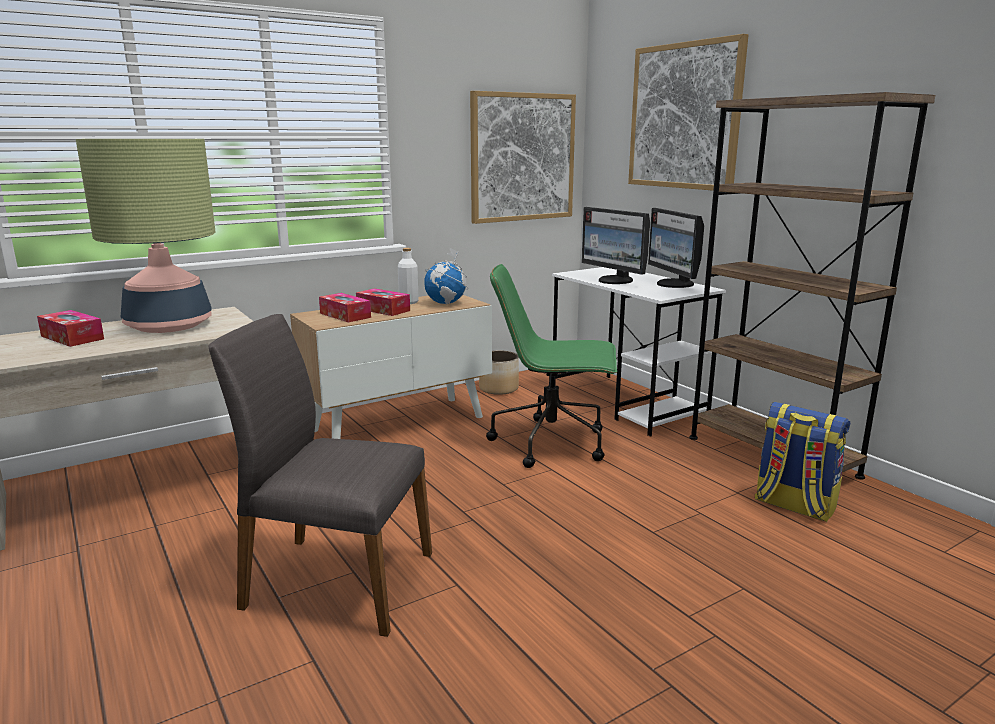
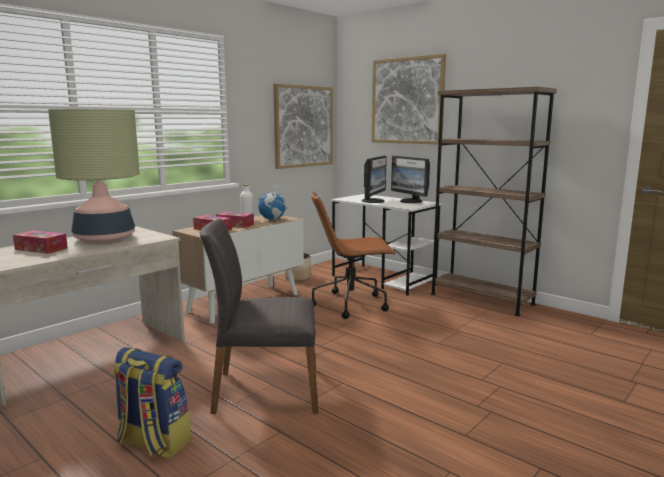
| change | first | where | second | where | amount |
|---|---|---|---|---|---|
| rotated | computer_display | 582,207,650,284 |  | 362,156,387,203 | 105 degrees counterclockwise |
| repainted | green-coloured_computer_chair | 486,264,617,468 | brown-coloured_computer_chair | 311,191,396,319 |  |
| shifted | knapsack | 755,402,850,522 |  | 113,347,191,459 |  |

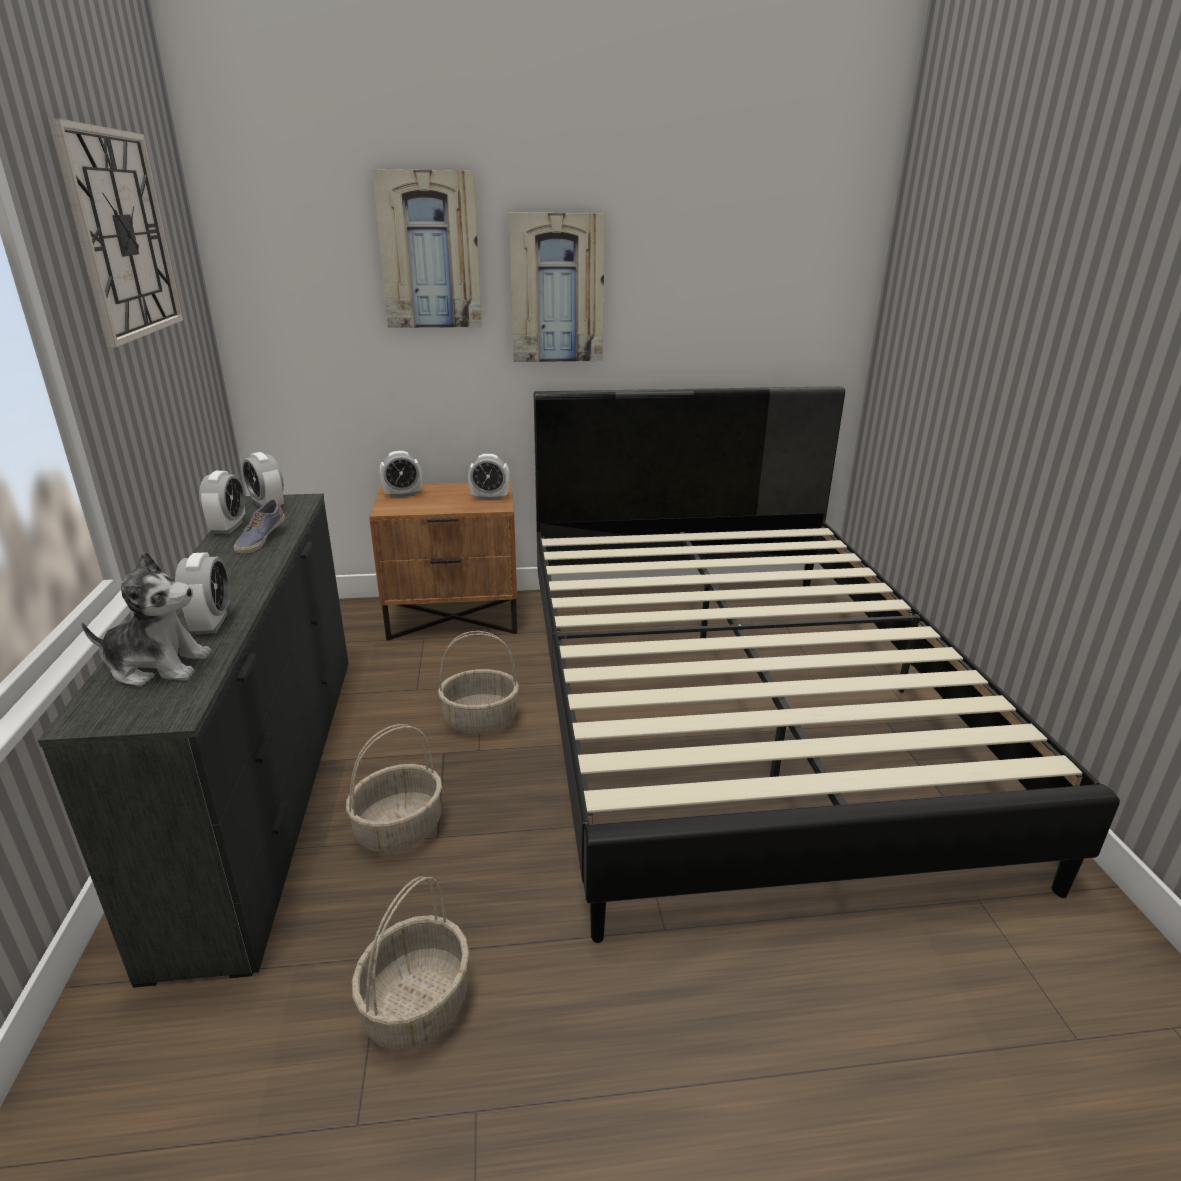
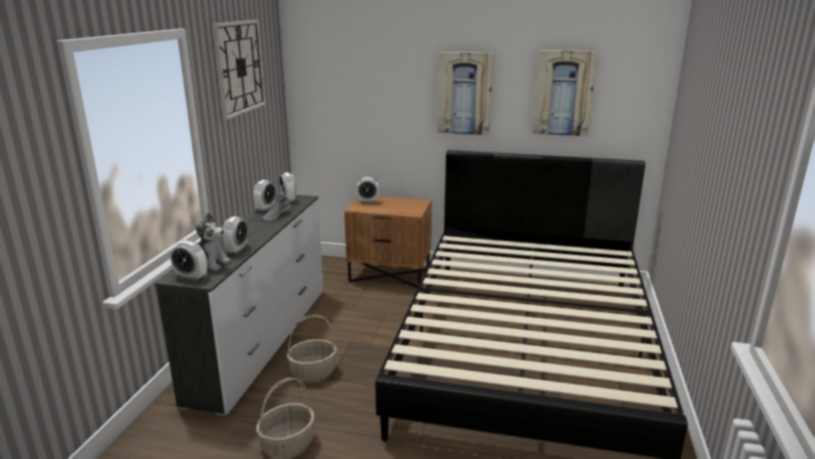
| change | first | where | second | where | amount |
|---|---|---|---|---|---|
| shifted | wall_picture | 372,169,482,328 |  | 532,50,597,136 |  |
| shifted | alarm_clock | 468,454,510,500 |  | 170,241,207,281 |  |
| repainted | blackish_dresser | 38,494,349,988 | white-coloured_dresser | 155,193,323,416 |  |
| gone | storage_basket | 438,631,519,734 |  |  |  |

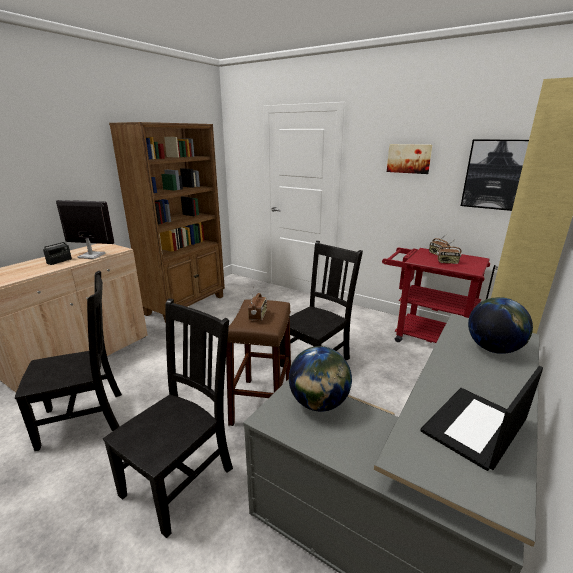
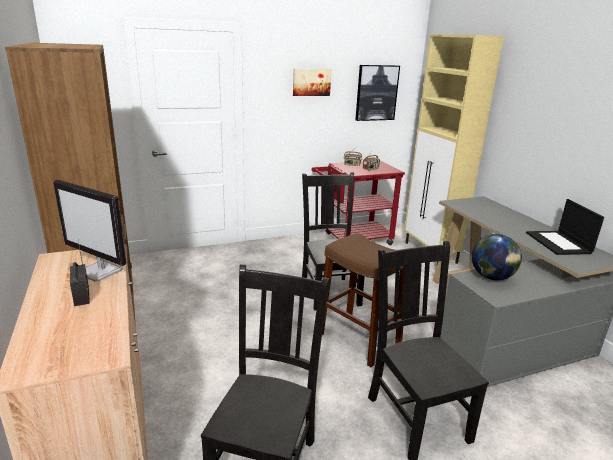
| change | first | where | second | where | amount |
|---|---|---|---|---|---|
| rotated | computer_display | 56,200,115,259 |  | 53,180,127,282 | 105 degrees counterclockwise |
| gone | radio | 248,288,267,321 |  |  |  |
| gone | globe | 468,297,533,354 |  |  |  |

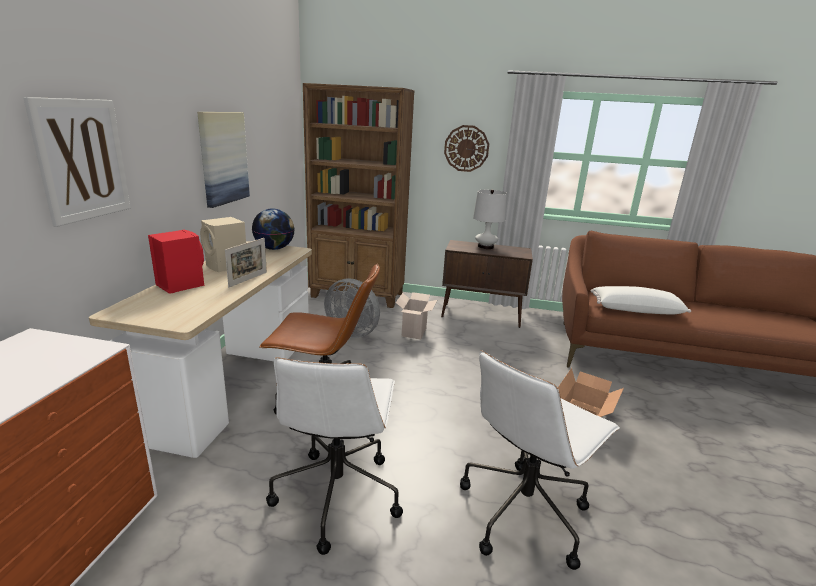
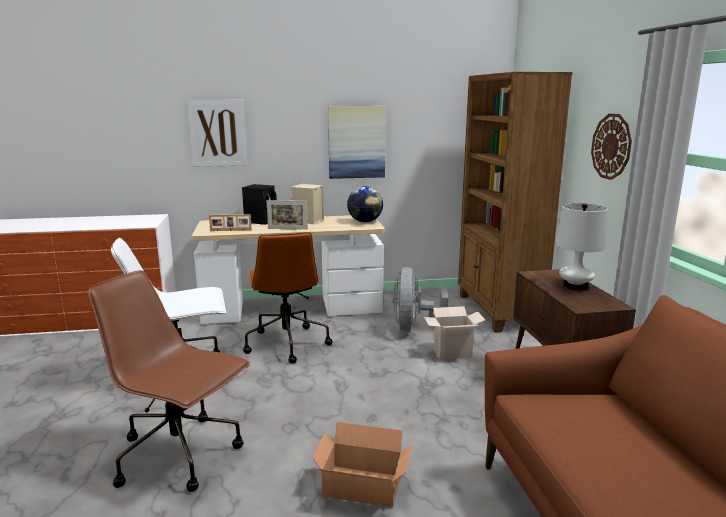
| change | first | where | second | where | amount |
|---|---|---|---|---|---|
| repainted | red-coloured_loudspeaker | 148,230,204,294 | blackish_loudspeaker | 242,184,277,225 |  |
| gone | white-coloured_throw_pillow | 591,286,691,314 |  |  |  |
| repainted | white-coloured_computer_chair | 460,350,620,570 | brown-coloured_computer_chair | 88,270,250,492 |  |
| new |  |  | photo_frame | 209,214,252,231 |  |

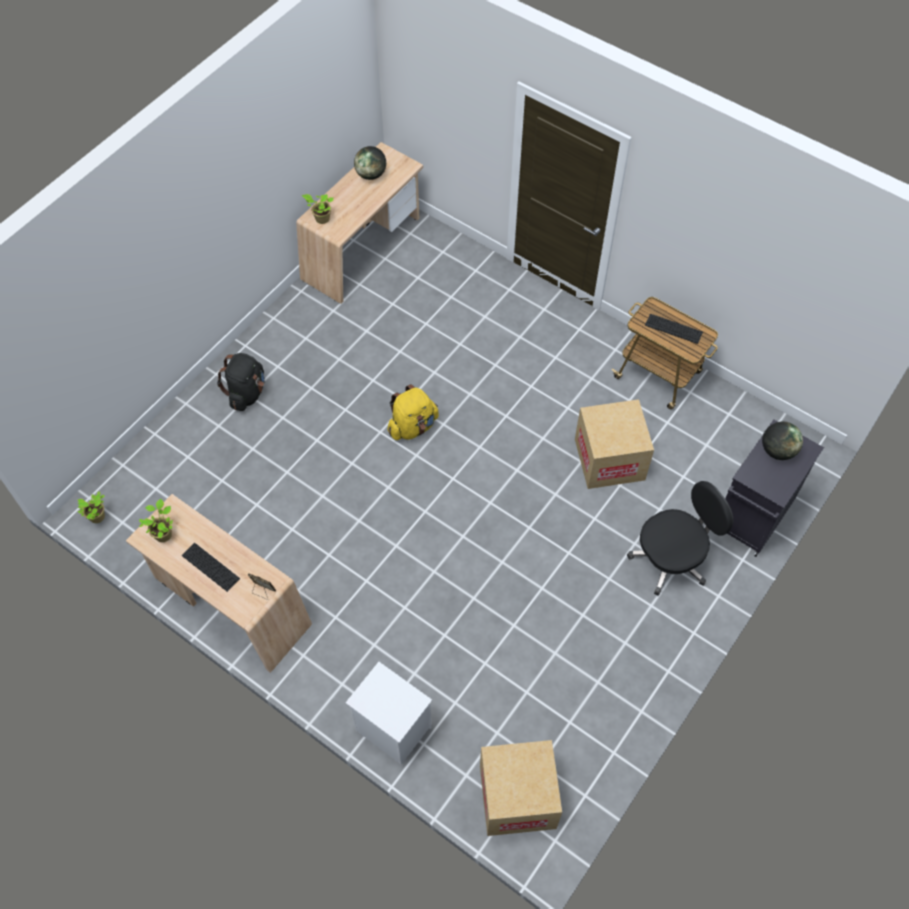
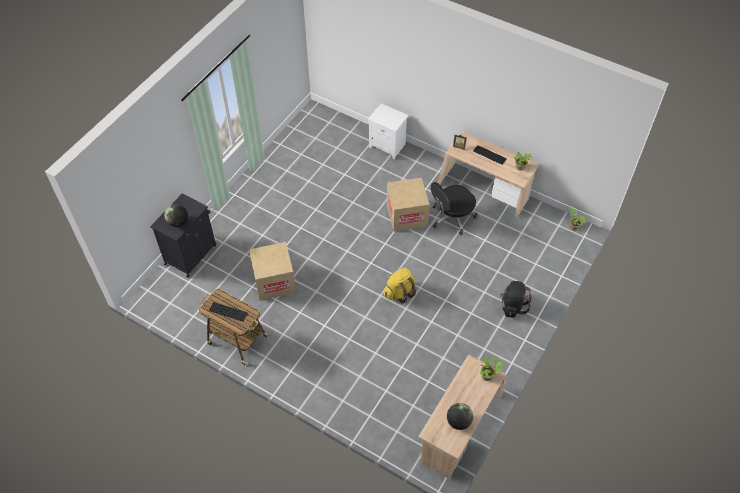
| change | first | where | second | where | amount |
|---|---|---|---|---|---|
| shifted | blackish_computer_chair | 627,481,733,596 |  | 431,182,478,236 |  |
| shifted | carton | 480,740,562,836 |  | 387,178,430,231 |  |

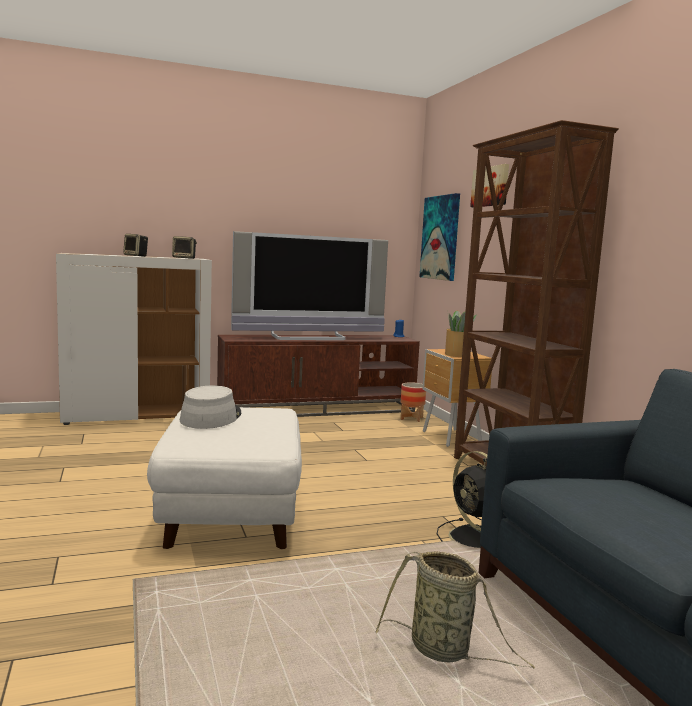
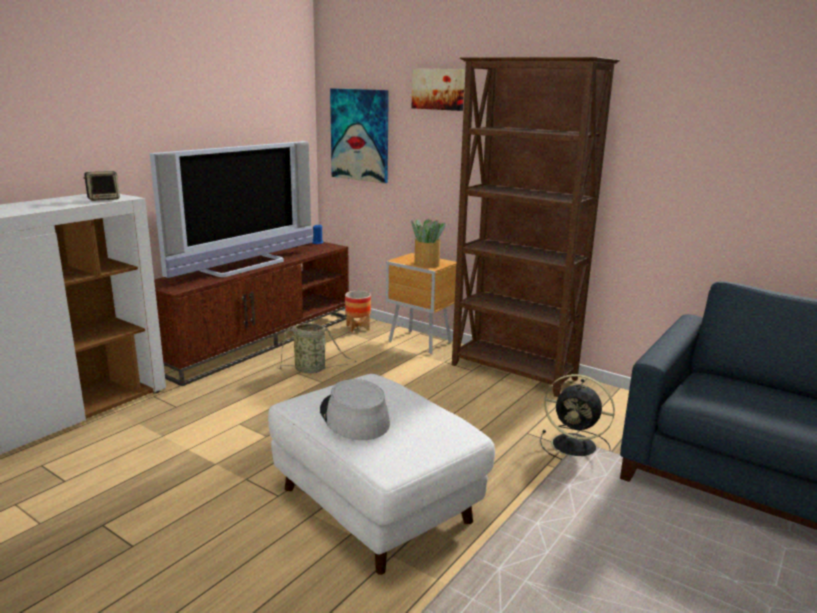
| change | first | where | second | where | amount |
|---|---|---|---|---|---|
| gone | loudspeaker | 123,234,148,257 |  |  |  |
| shifted | storage_basket | 376,551,535,669 |  | 277,323,357,373 |  |

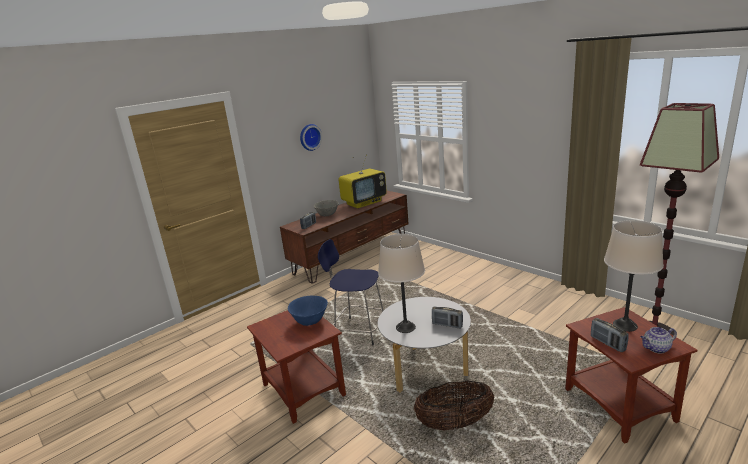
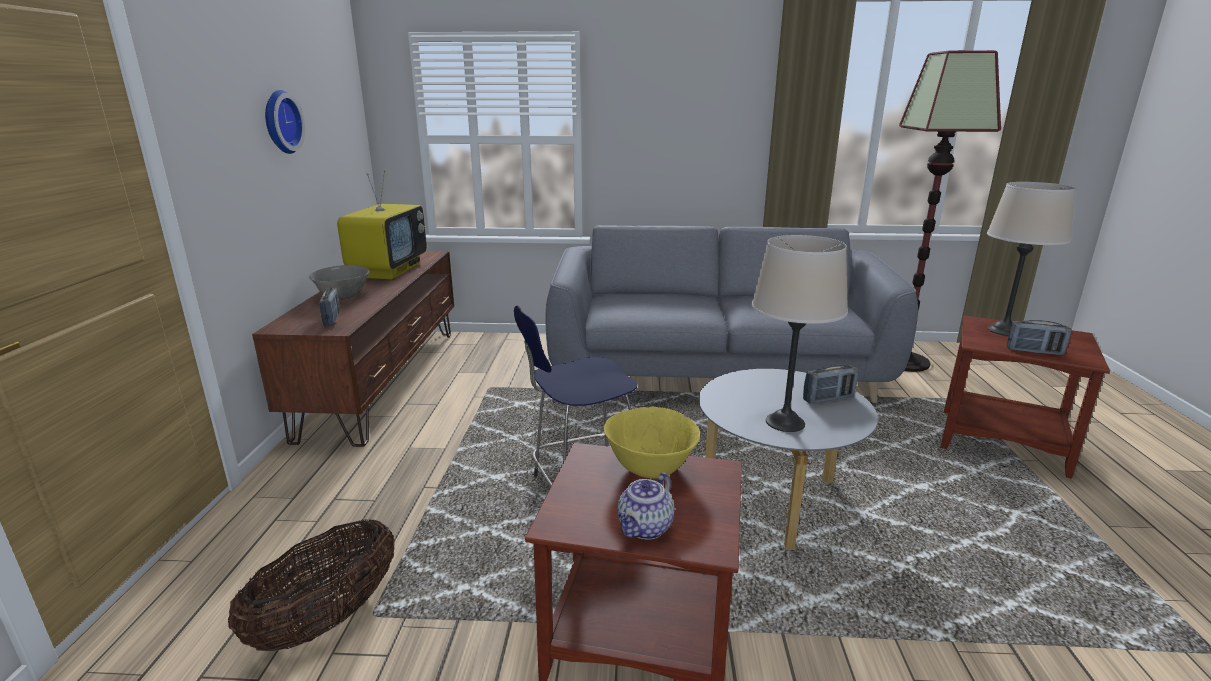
| change | first | where | second | where | amount |
|---|---|---|---|---|---|
| repainted | blue_deep_dish | 288,295,328,326 | yellow_deep_dish | 604,407,700,479 |  |
| shifted | pot_for_tea | 640,327,677,354 |  | 618,473,675,539 |  |
| shifted | storage_basket | 414,380,494,430 |  | 228,519,395,651 |  |
| new |  |  | gray_settee | 546,225,918,403 |  |

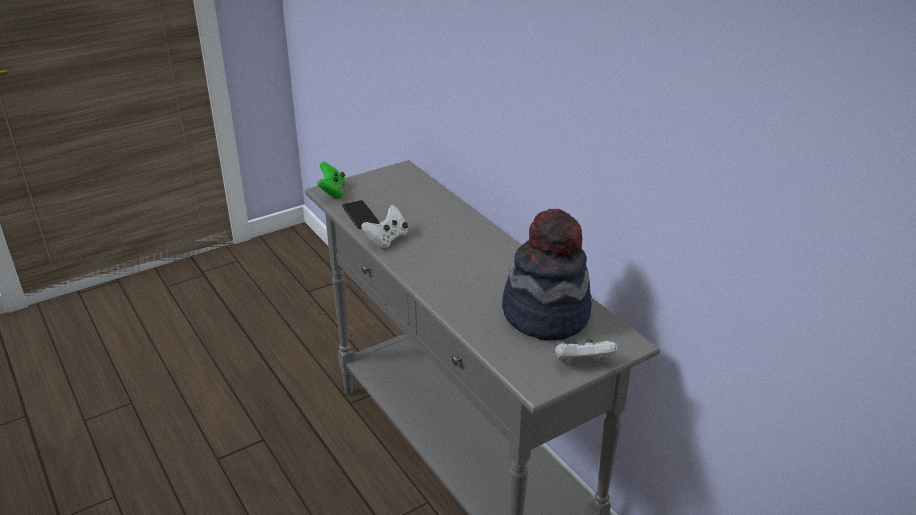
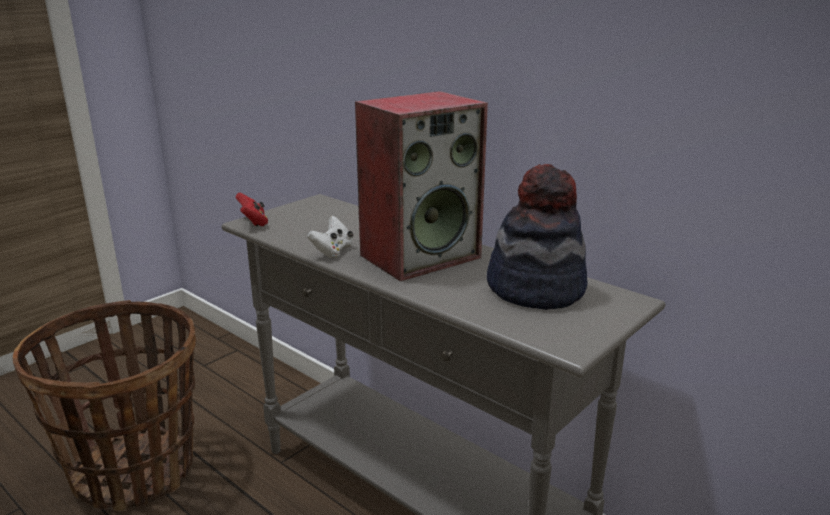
| change | first | where | second | where | amount |
|---|---|---|---|---|---|
| repainted | green-coloured_gamepad | 317,162,345,198 | red-coloured_gamepad | 236,193,268,226 |  |
| gone | handset | 342,200,379,229 |  |  |  |
| gone | white-coloured_gamepad | 555,340,617,364 |  |  |  |
| new |  |  | loudspeaker | 355,91,488,281 |  |
| new |  |  | storage_basket | 13,300,196,512 |  |

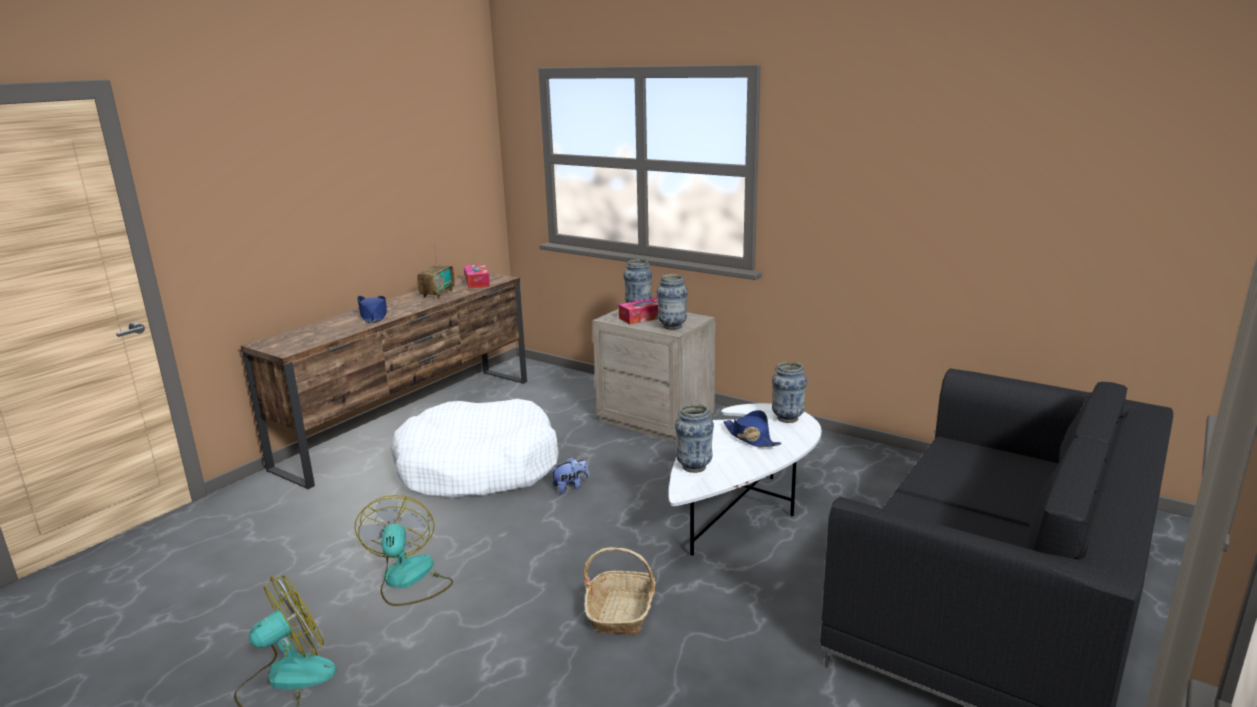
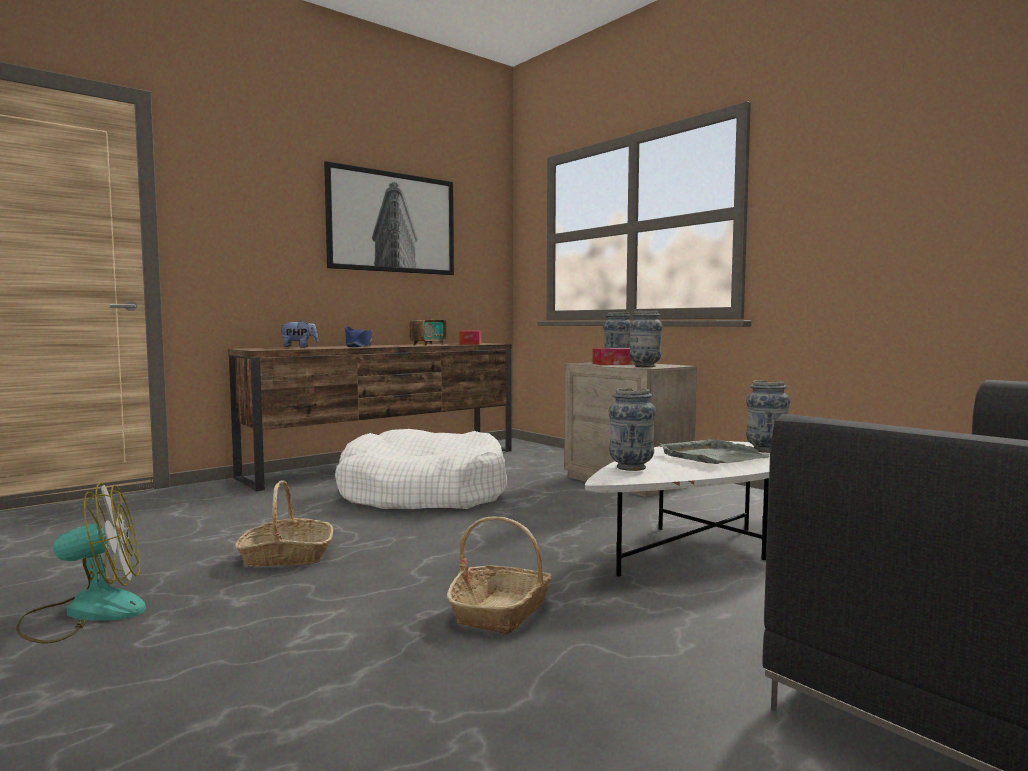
| change | first | where | second | where | amount |
|---|---|---|---|---|---|
| swapped | blue_wearable_hat | 723,410,782,448 | gray_carrying_tray | 659,439,770,464 |  |
| shifted | soft_toy | 551,457,589,494 |  | 280,321,318,348 |  |
| swapped | cooling_fan | 355,495,453,606 | storage_basket | 235,480,333,566 |  |
| new |  |  | wall_picture | 324,161,454,275 |  |

